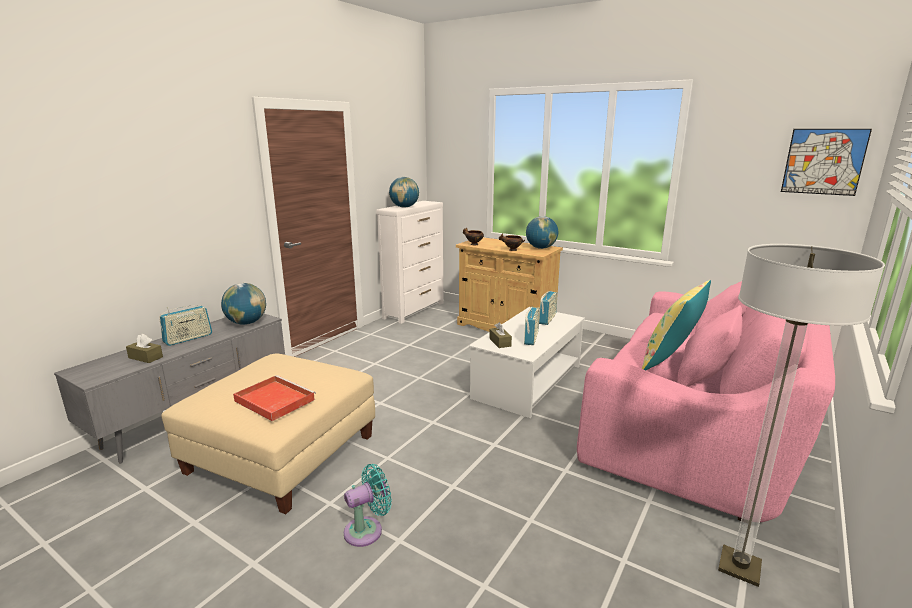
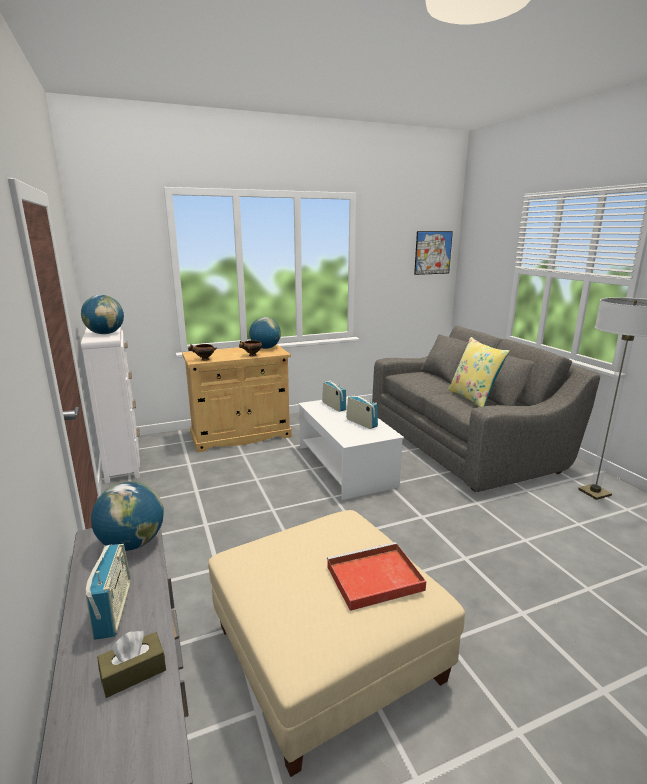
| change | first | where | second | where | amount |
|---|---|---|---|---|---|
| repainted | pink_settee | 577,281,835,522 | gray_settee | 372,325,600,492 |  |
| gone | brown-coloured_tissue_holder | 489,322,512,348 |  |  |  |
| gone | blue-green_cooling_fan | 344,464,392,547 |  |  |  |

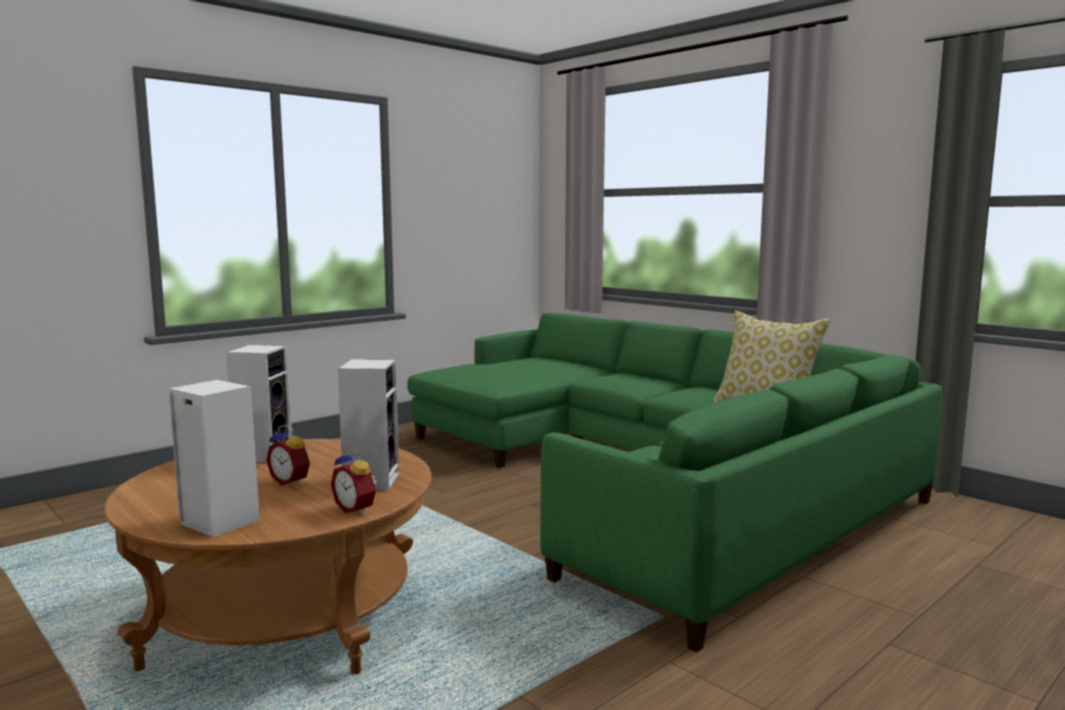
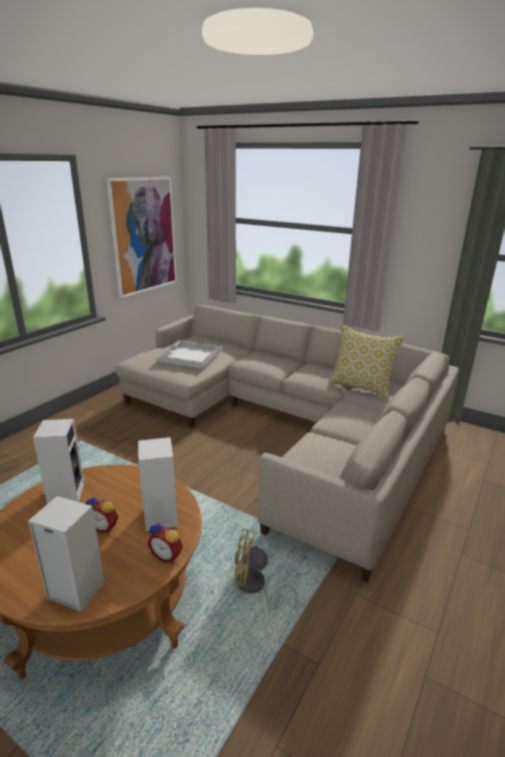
| change | first | where | second | where | amount |
|---|---|---|---|---|---|
| repainted | green-coloured_settee | 407,313,942,652 | beige_settee | 116,305,459,583 |  |
| new |  |  | wall_picture | 106,177,177,298 |  |
| new |  |  | white-coloured_carrying_tray | 156,340,223,369 |  |
| new |  |  | yellow_cooling_fan | 234,529,297,610 |  |

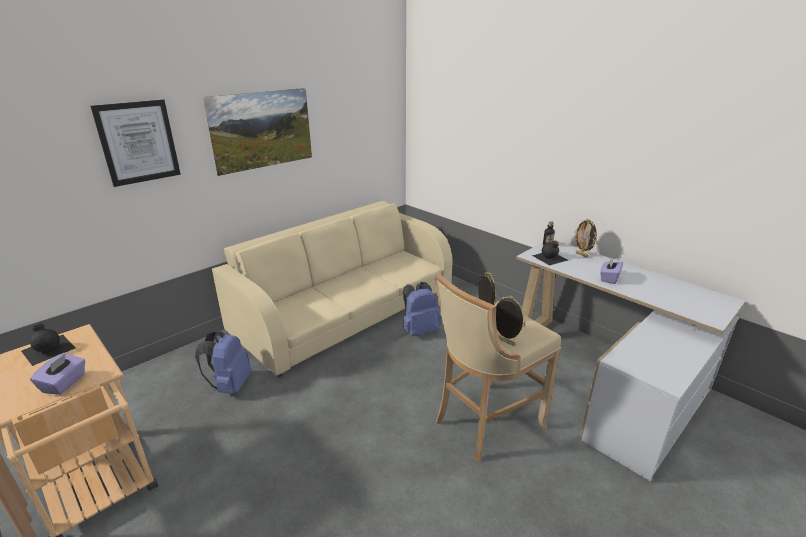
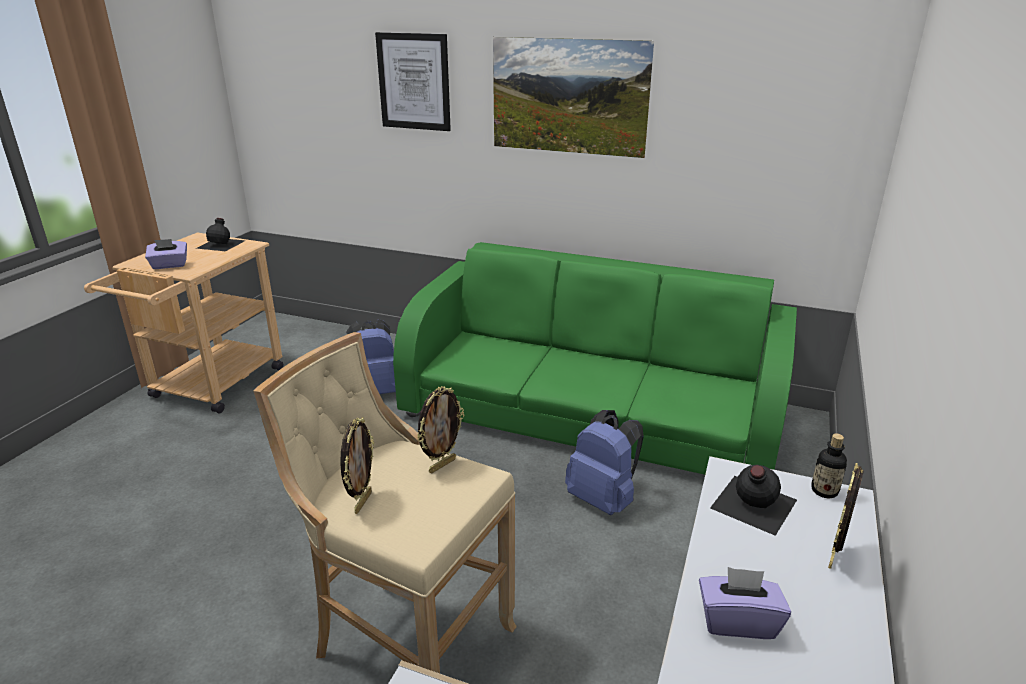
| change | first | where | second | where | amount |
|---|---|---|---|---|---|
| repainted | beige_settee | 212,201,453,377 | green-coloured_settee | 393,242,797,475 |  |

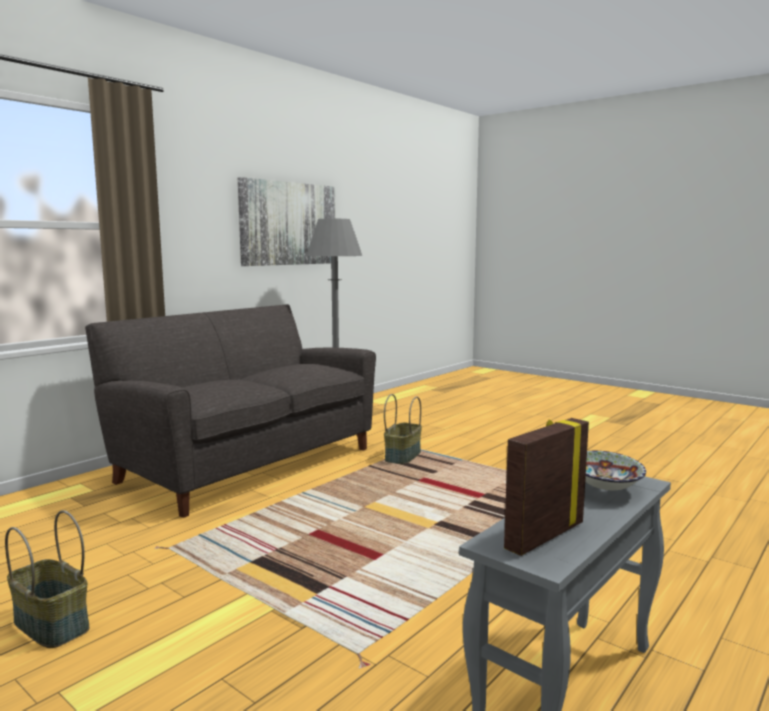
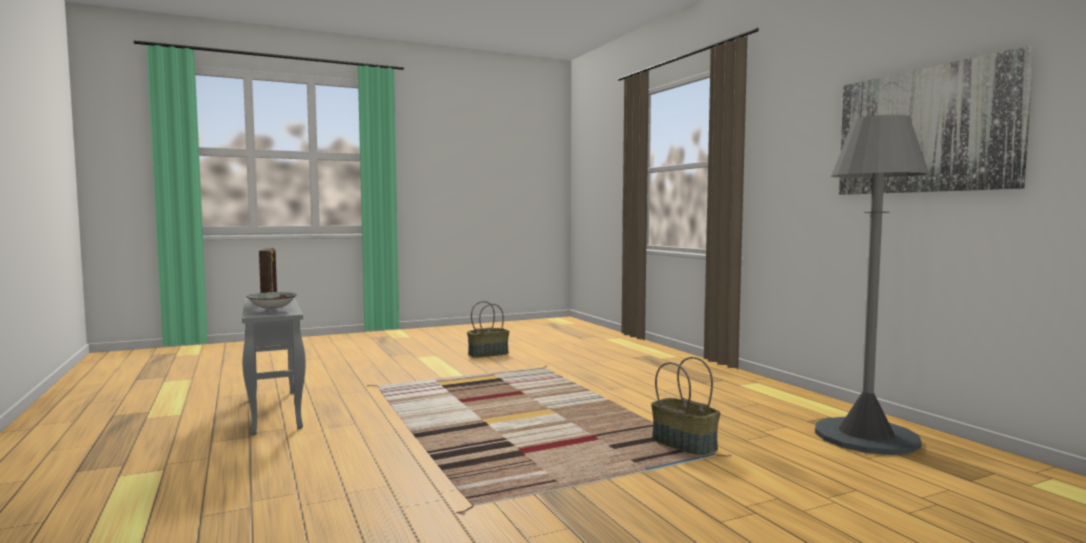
| change | first | where | second | where | amount |
|---|---|---|---|---|---|
| gone | gray_settee | 85,304,376,518 |  |  |  |

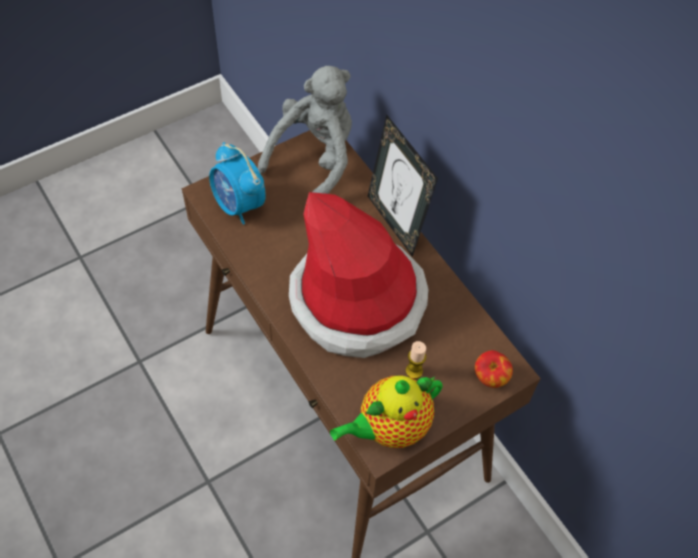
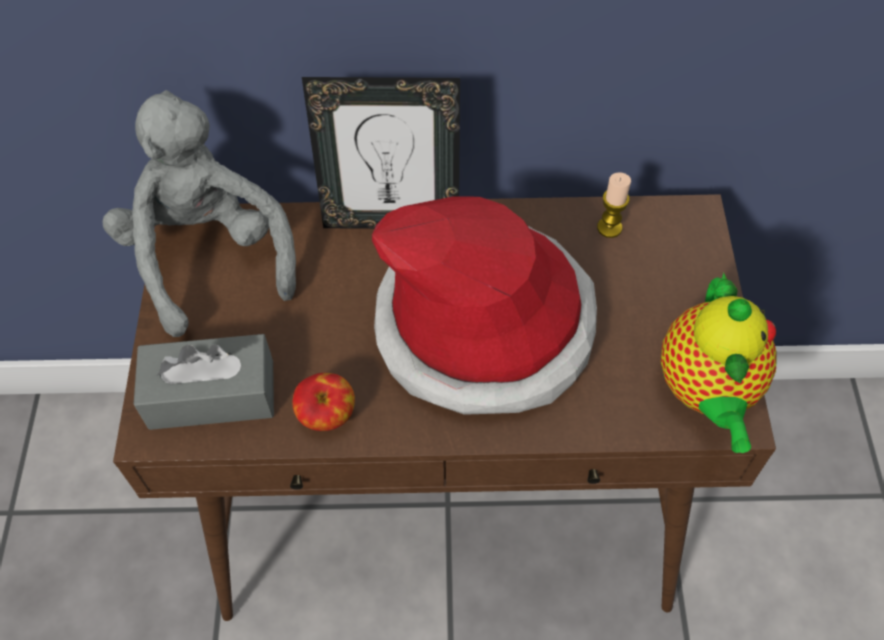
| change | first | where | second | where | amount |
|---|---|---|---|---|---|
| swapped | alarm_clock | 209,142,266,225 | gray_tissue_holder | 133,334,274,430 |  |
| shifted | wax_light | 406,341,426,379 |  | 597,173,631,238 |  |
| shifted | apple | 475,350,513,388 |  | 292,373,355,431 |  |

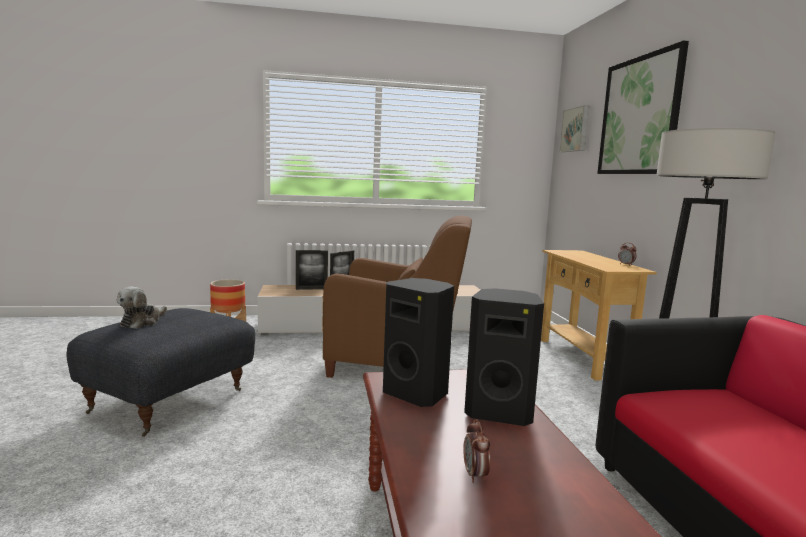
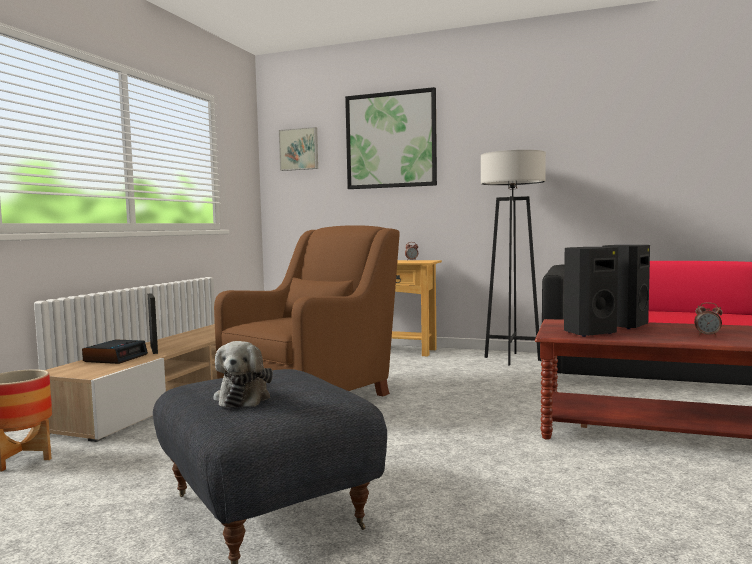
| change | first | where | second | where | amount |
|---|---|---|---|---|---|
| swapped | photo_frame | 296,250,328,290 | alarm_clock | 82,339,148,364 |  |
| rotated | soft_toy | 117,286,167,329 |  | 214,341,273,408 | 45 degrees clockwise |

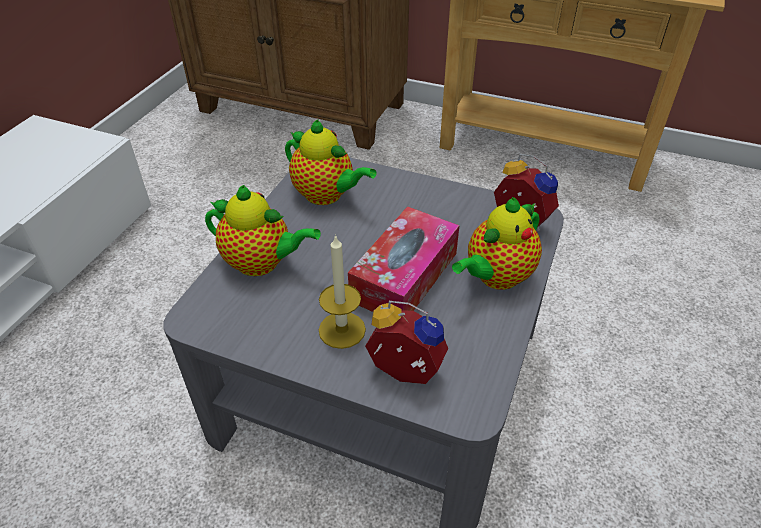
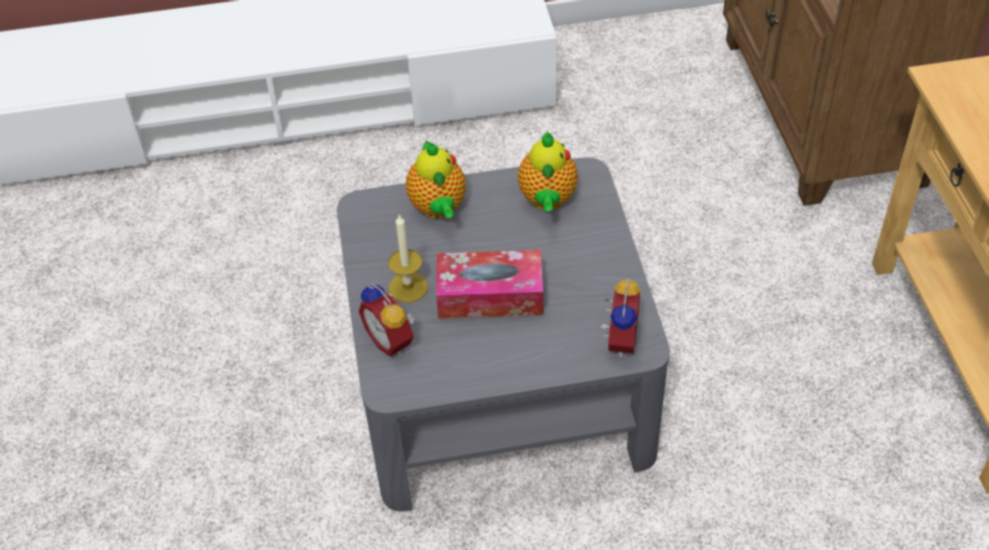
| change | first | where | second | where | amount |
|---|---|---|---|---|---|
| gone | pot_for_tea | 452,197,542,290 |  |  |  |
| rotated | alarm_clock | 365,301,448,384 |  | 359,283,414,356 | 150 degrees clockwise |

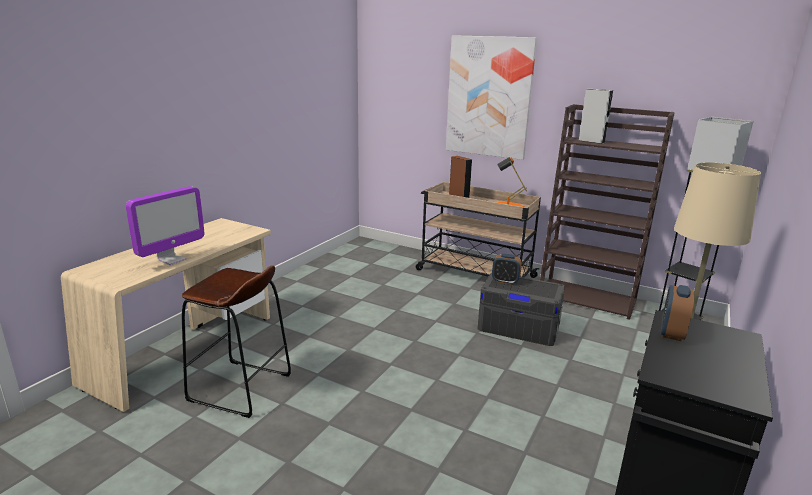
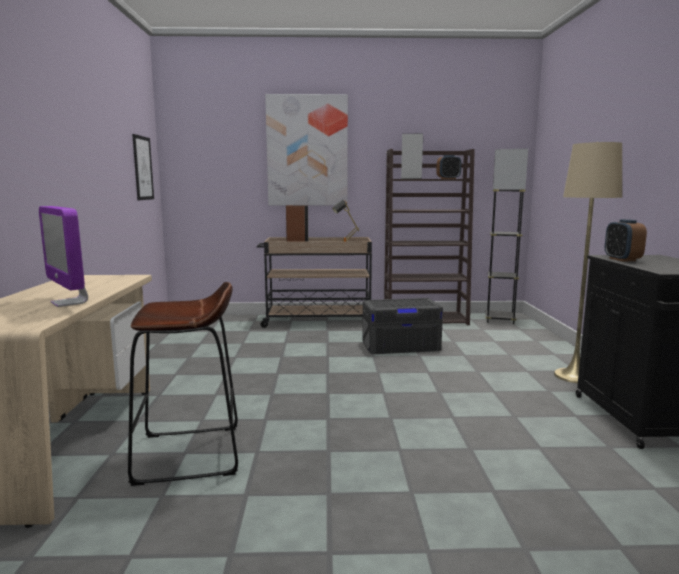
| change | first | where | second | where | amount |
|---|---|---|---|---|---|
| rotated | computer_display | 126,186,205,265 |  | 39,206,88,307 | 135 degrees clockwise |
| shifted | alarm_clock | 492,254,522,285 |  | 436,155,461,179 |  |
| new |  |  | wall_picture | 132,134,154,200 |  |

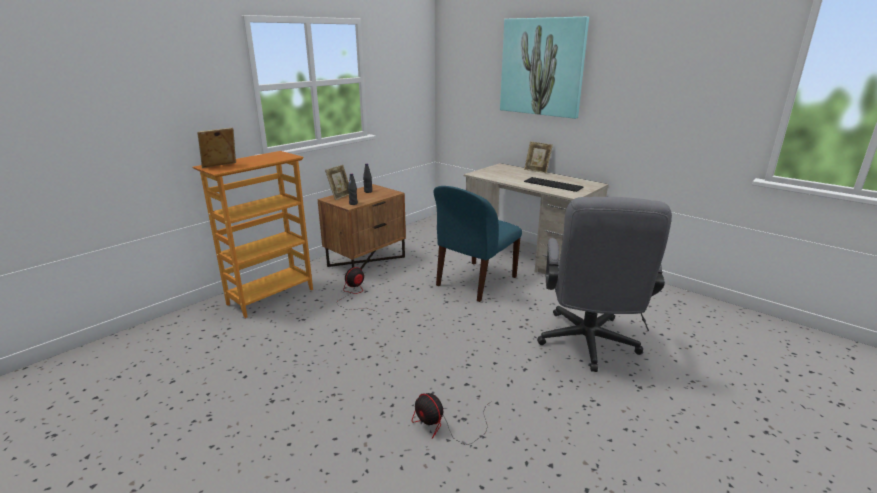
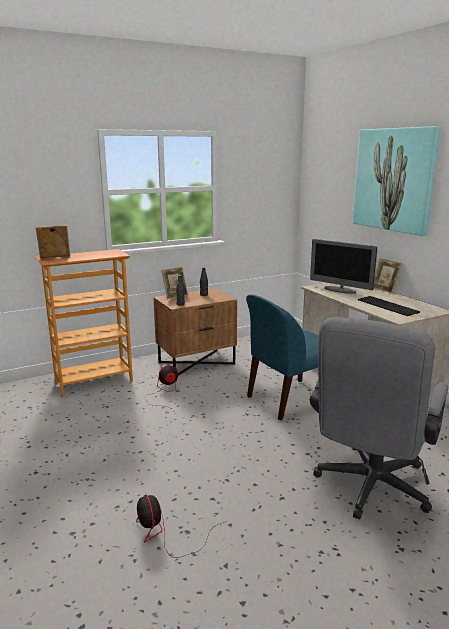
| change | first | where | second | where | amount |
|---|---|---|---|---|---|
| new |  |  | computer_display | 310,239,378,294 |  |

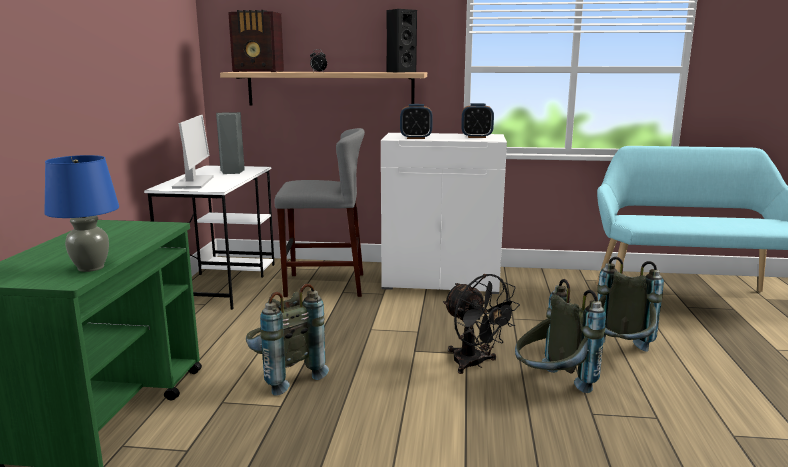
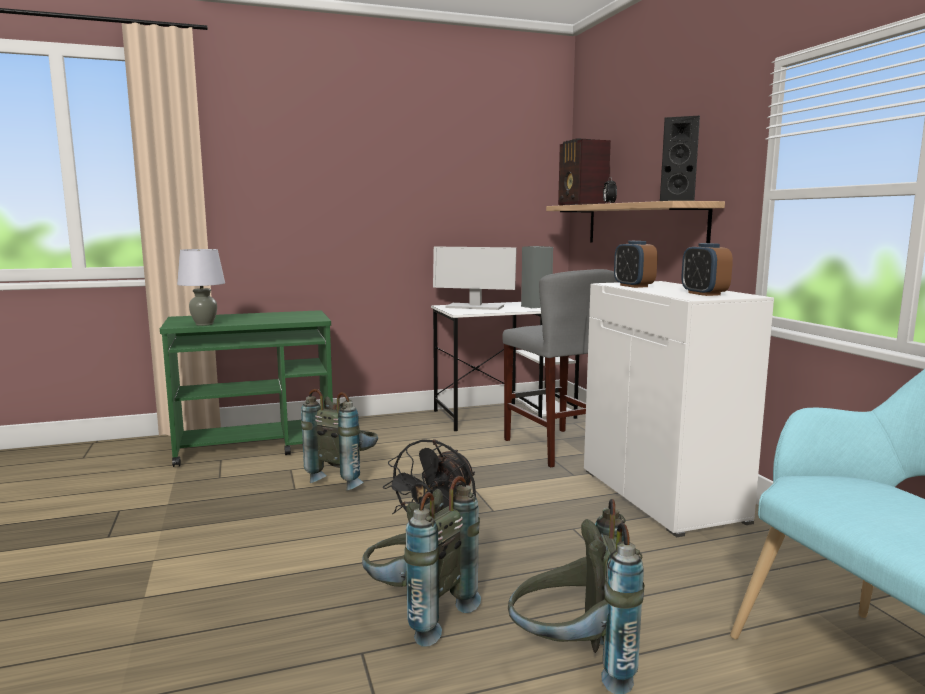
| change | first | where | second | where | amount |
|---|---|---|---|---|---|
| rotated | computer_display | 172,115,213,189 |  | 433,246,517,310 | 45 degrees clockwise |
| repainted | blue_lamp_for_a_table | 44,155,119,272 | gray_lamp_for_a_table | 177,249,225,326 |  |

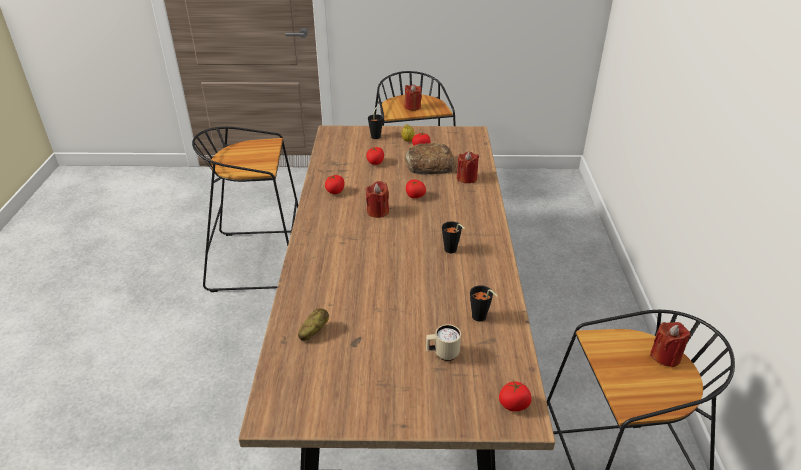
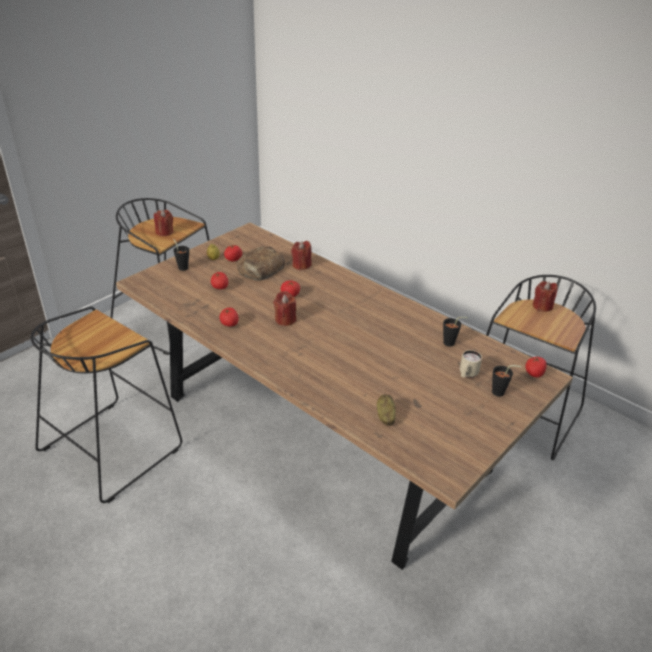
| change | first | where | second | where | amount |
|---|---|---|---|---|---|
| shifted | blackish_small_cup | 442,221,465,253 |  | 492,365,521,397 |  |

